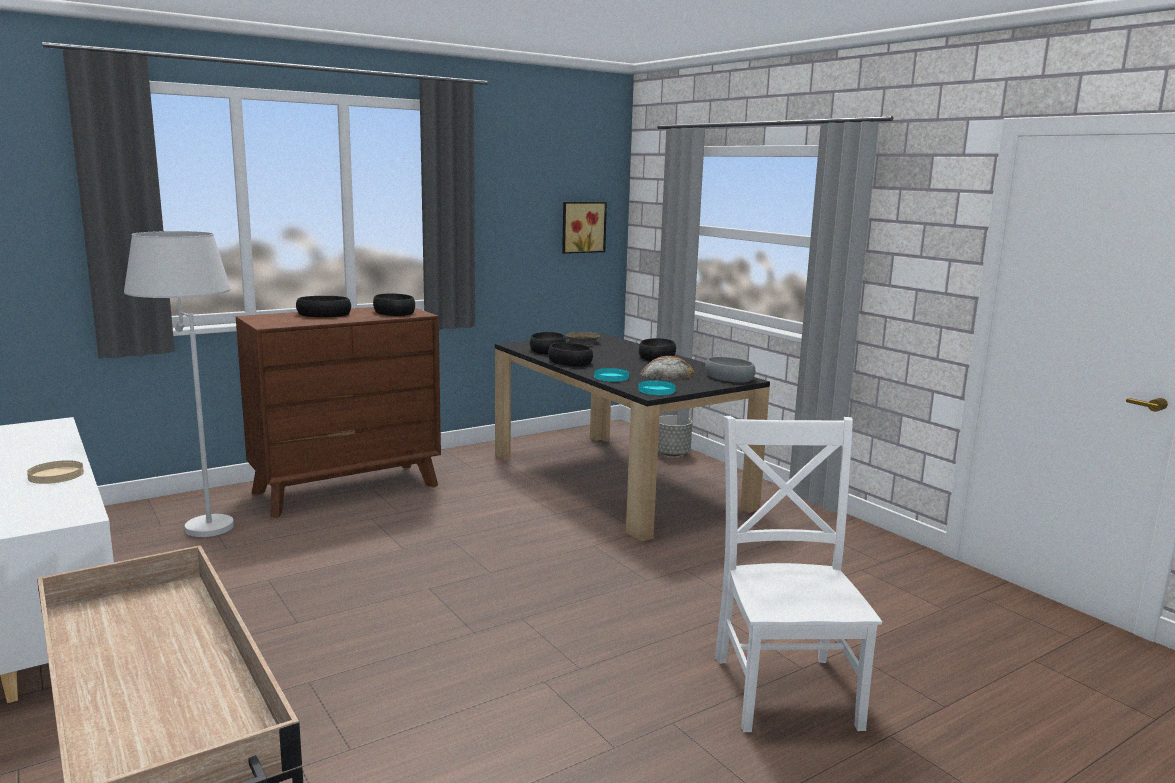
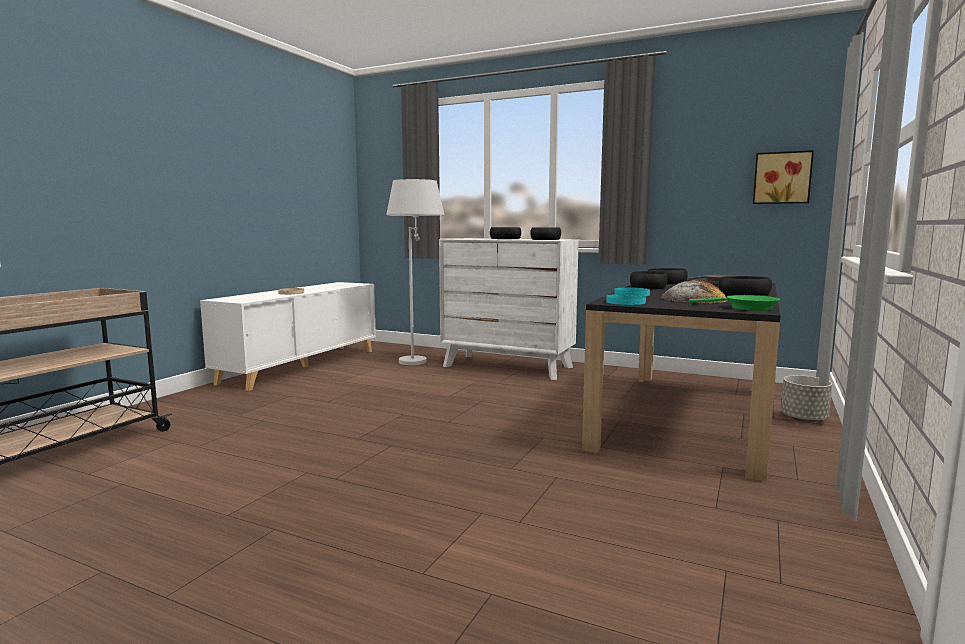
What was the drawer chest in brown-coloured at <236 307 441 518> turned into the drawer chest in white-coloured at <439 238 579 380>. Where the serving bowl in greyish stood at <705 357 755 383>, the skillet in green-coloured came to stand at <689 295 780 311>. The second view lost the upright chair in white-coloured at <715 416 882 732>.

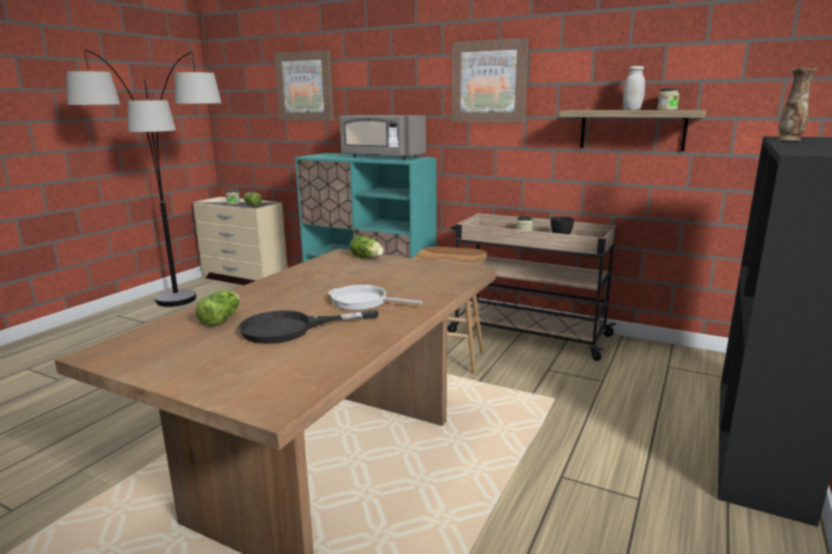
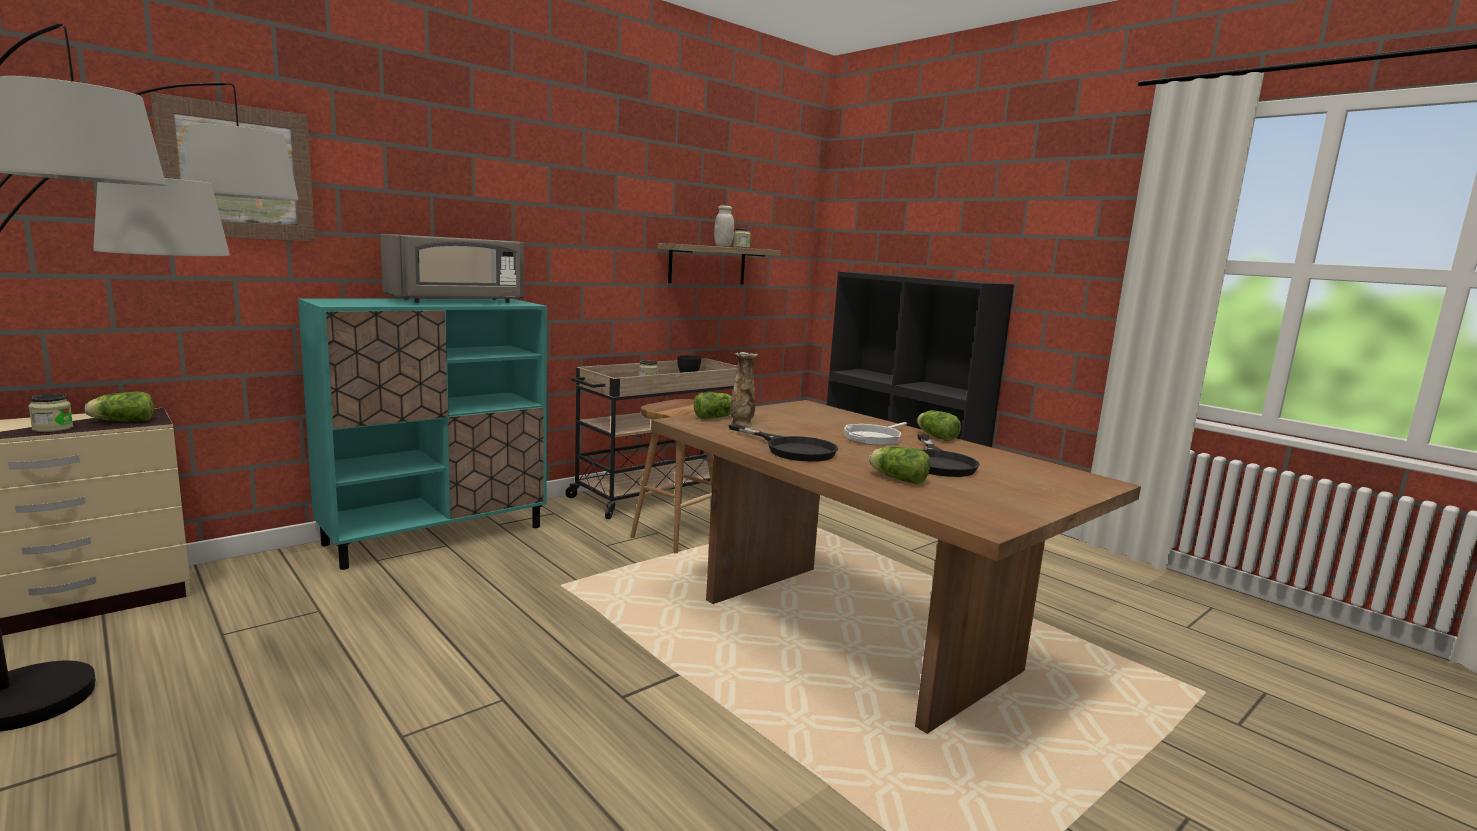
The second view lost the picture at <452 38 529 123>. The vase ended up elsewhere, having gone from <778 68 818 141> to <730 352 758 426>. The second view gained the lettuce at <917 410 961 441>. The second view gained the skillet in blackish at <728 424 838 462>.

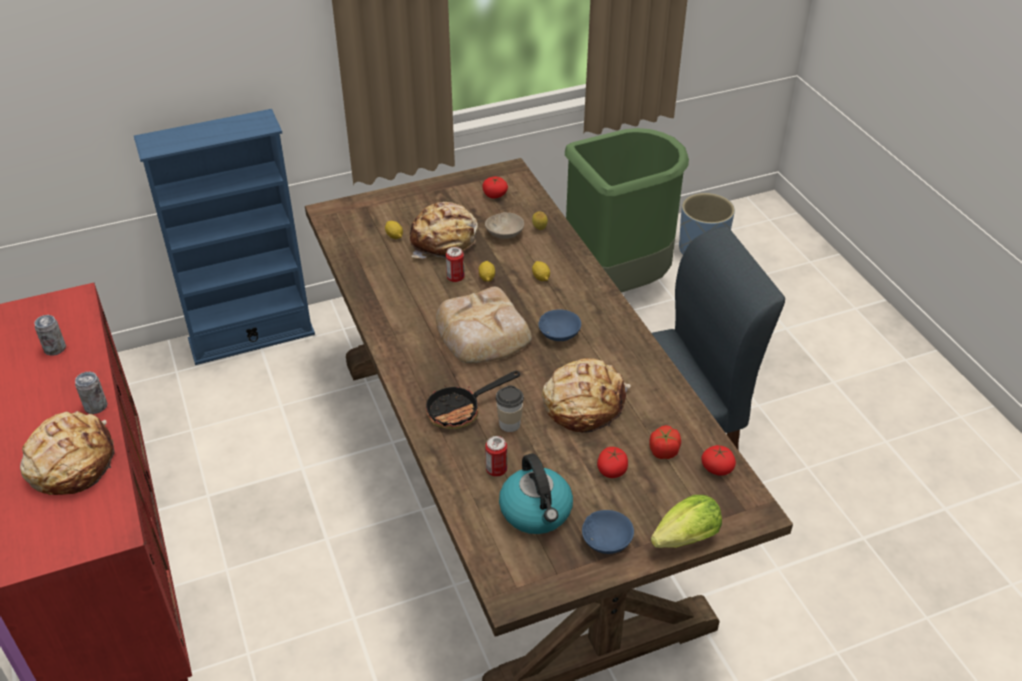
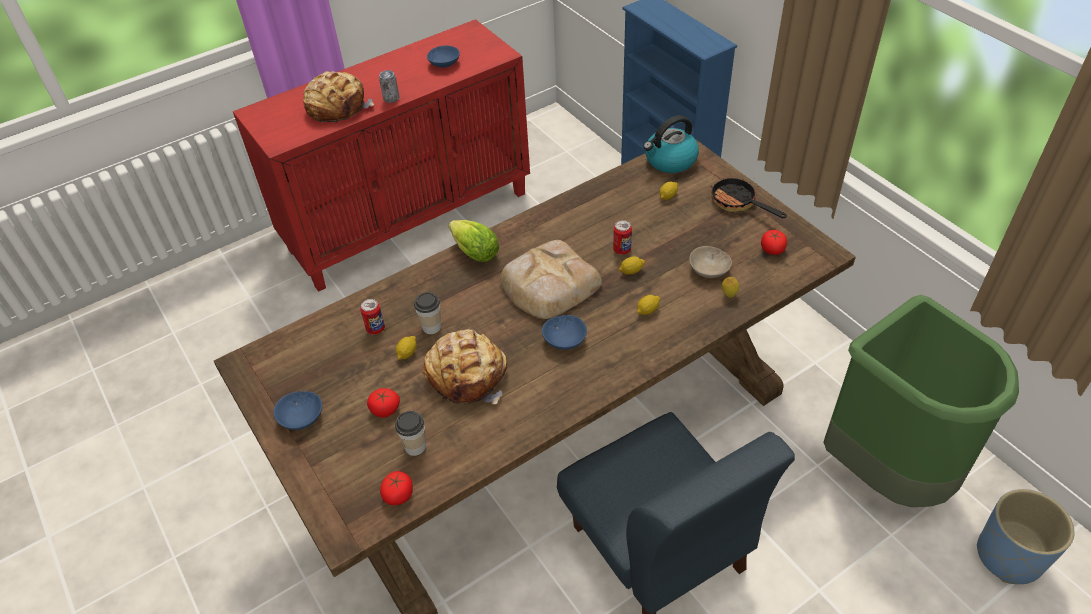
The second view lost the baked bread at <410 202 478 259>. Where the metal can stood at <34 315 66 356>, the serving bowl in blue came to stand at <427 46 460 68>. The skillet ended up elsewhere, having gone from <426 371 520 429> to <711 176 787 218>. Where the whole tomato stood at <649 425 681 459>, the small cup came to stand at <395 411 426 456>. The water kettle ended up elsewhere, having gone from <499 453 573 534> to <643 115 699 173>. The lettuce ended up elsewhere, having gone from <651 495 722 548> to <449 220 499 262>. The second view gained the lemon at <396 336 417 360>.

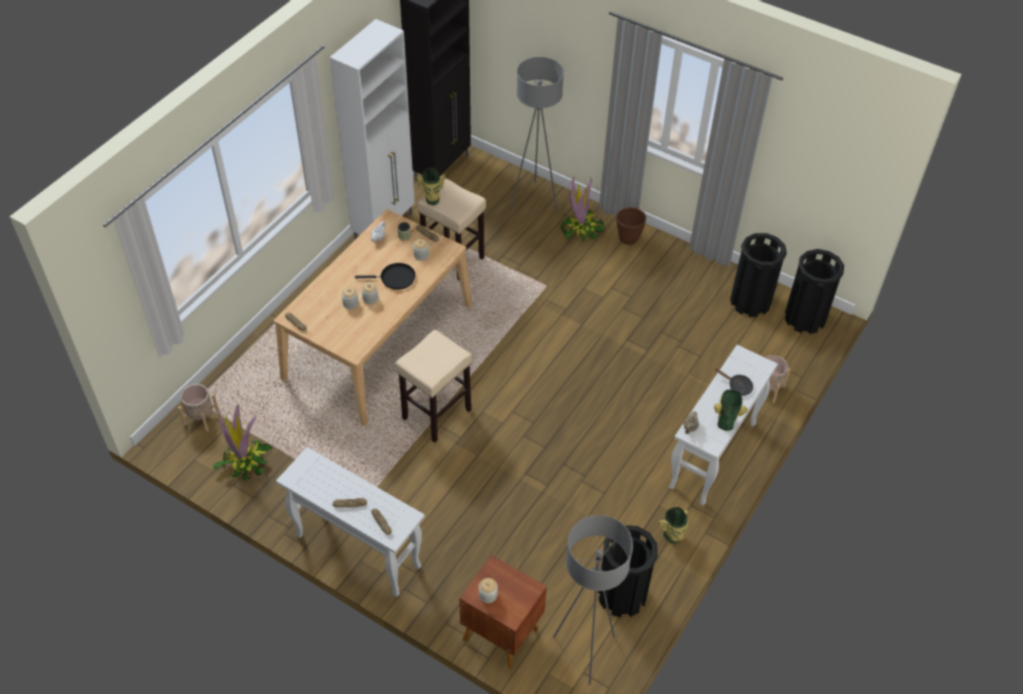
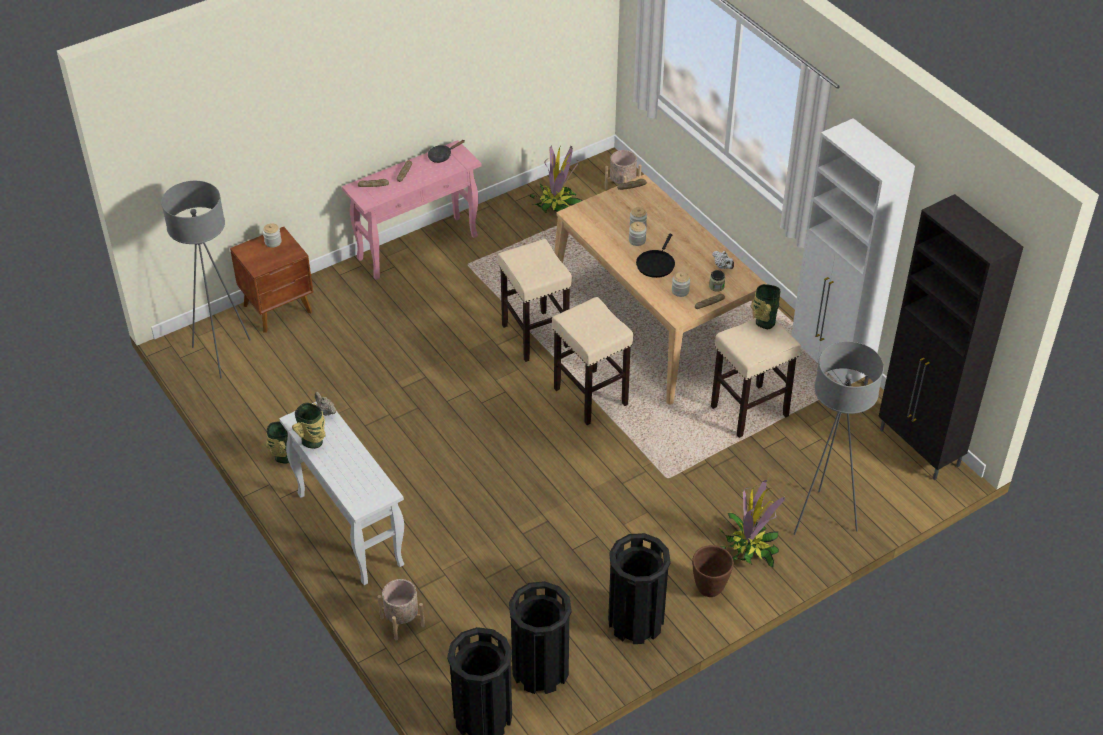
The skillet in blackish ended up elsewhere, having gone from <715 368 753 396> to <428 140 465 163>. What was the hall table in white-coloured at <276 447 425 597> turned into the hall table in pink at <342 140 481 280>. The waste bin in blackish ended up elsewhere, having gone from <598 525 658 618> to <608 533 670 644>. The second view gained the stool seat in sand-coloured at <552 297 633 425>.

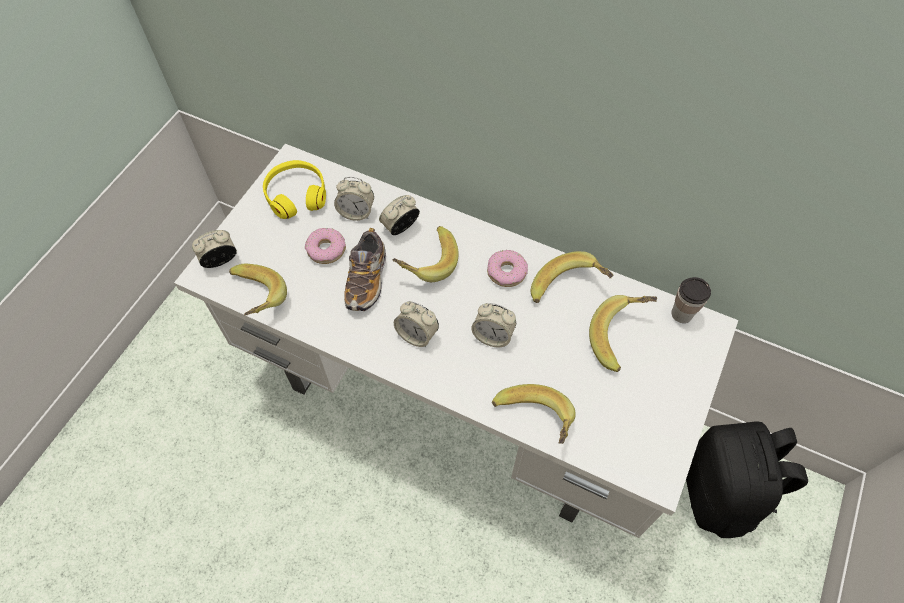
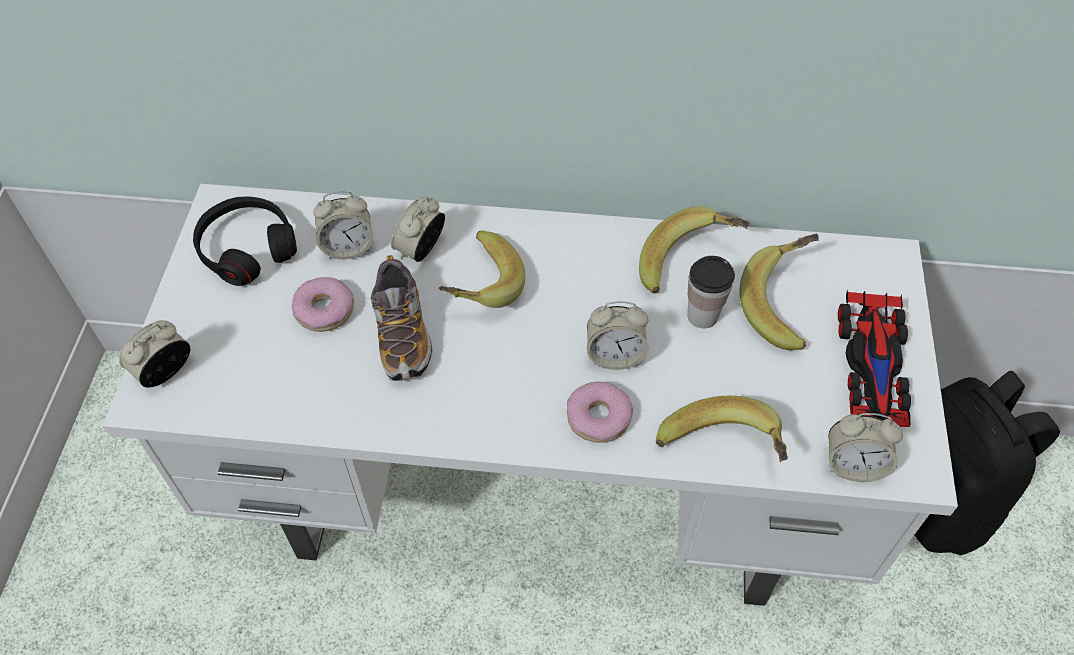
What was the headset in yellow at <263 160 326 219> turned into the headset in blackish at <193 196 297 286>. The doughnut ended up elsewhere, having gone from <487 250 528 287> to <567 381 633 443>. The second view lost the banana fruit at <229 264 287 315>. The small cup ended up elsewhere, having gone from <671 277 711 323> to <687 256 735 328>. The table clock ended up elsewhere, having gone from <394 301 439 347> to <828 413 903 482>. The second view gained the toy car at <838 290 911 427>.

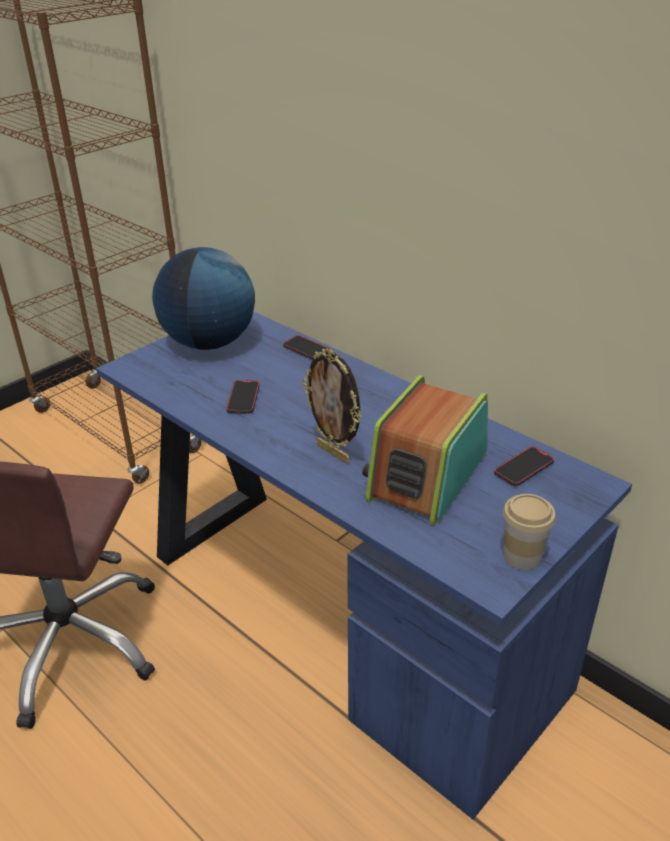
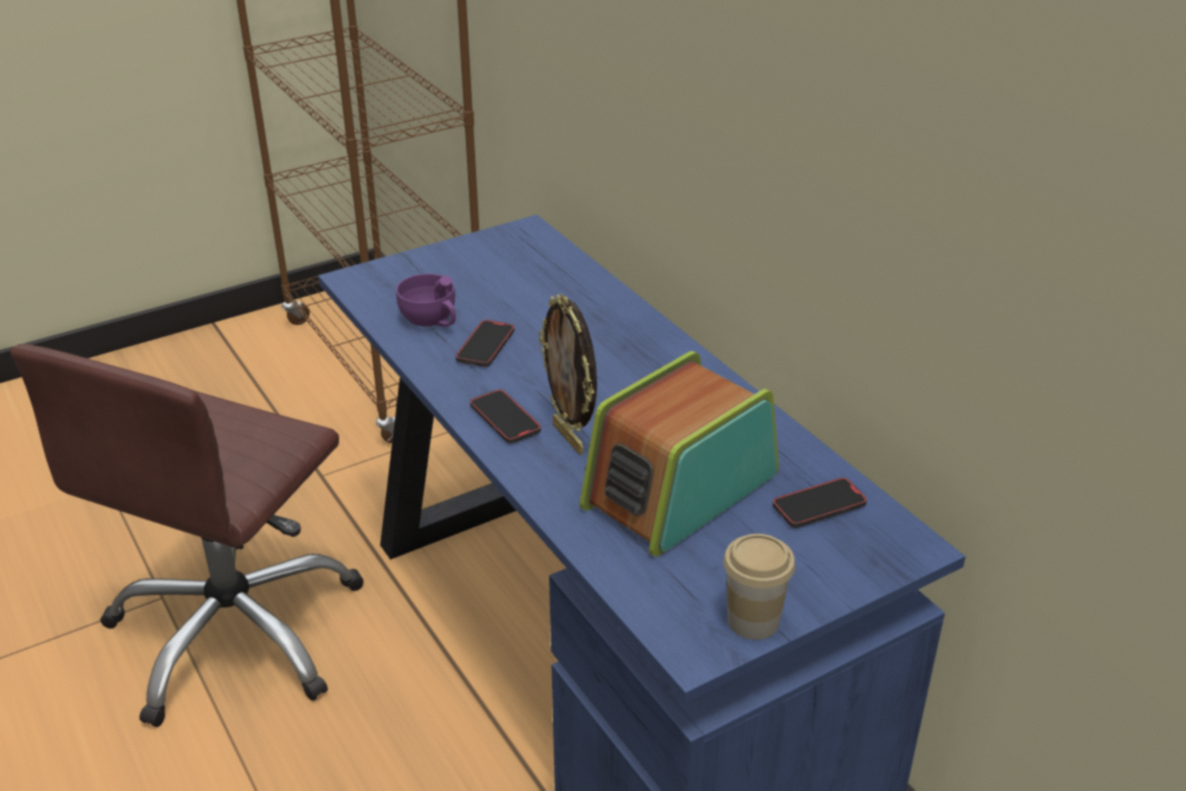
The second view lost the globe at <152 247 255 350>. The telephone ended up elsewhere, having gone from <283 335 333 360> to <470 389 541 443>. The second view gained the small cup in purple-coloured at <396 274 456 327>.

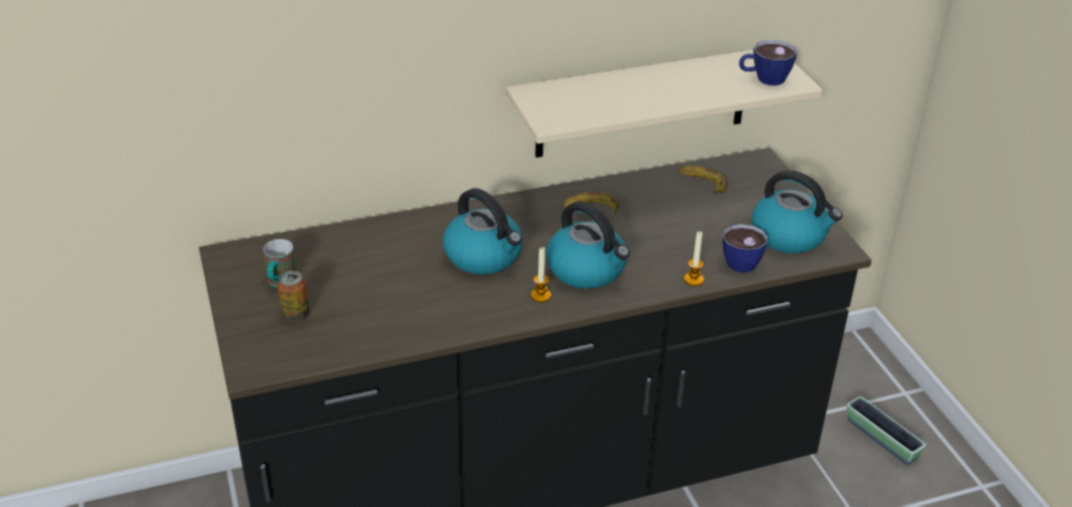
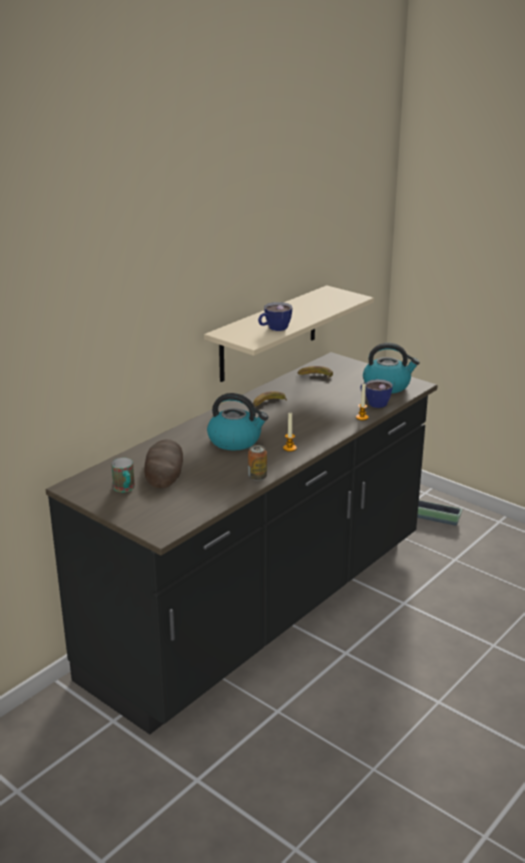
The small cup ended up elsewhere, having gone from <739 40 797 85> to <258 302 292 331>. The second view lost the water kettle at <546 201 630 289>. The metal can ended up elsewhere, having gone from <278 271 309 322> to <248 445 267 481>. The second view gained the baked bread at <144 439 183 488>.

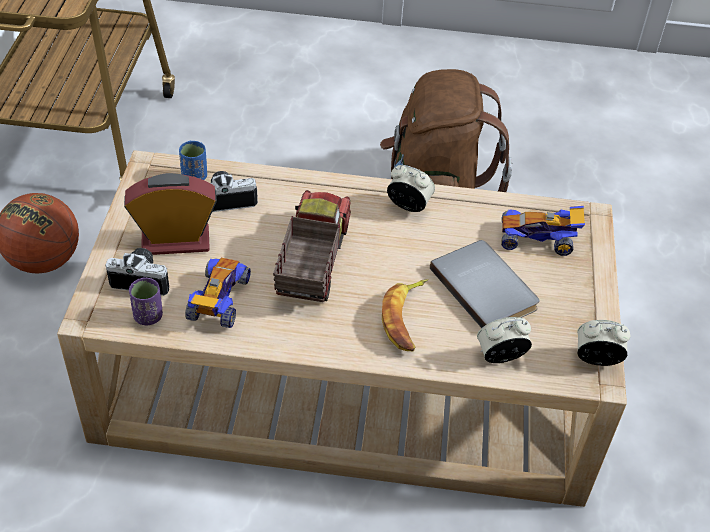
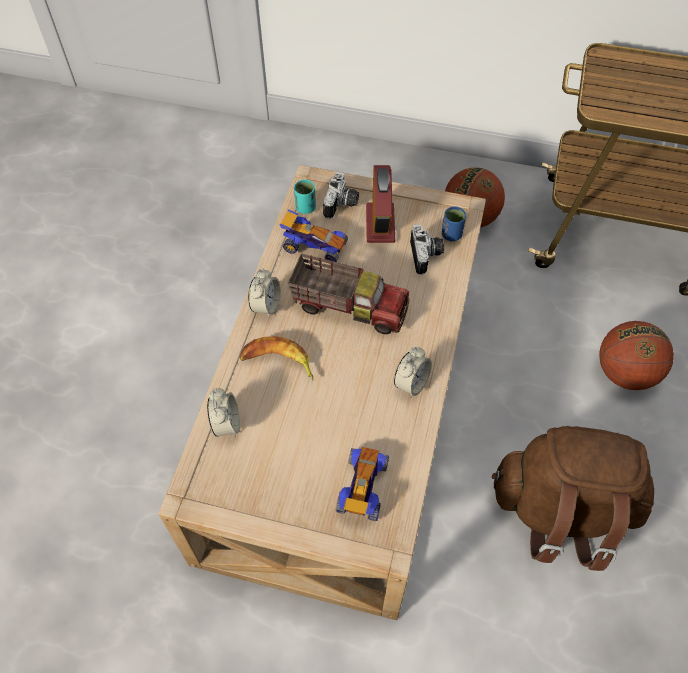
The second view lost the bound book in greyish at <430 240 540 328>. What was the small cup in purple-coloured at <129 277 163 325> turned into the small cup in turquoise-coloured at <294 180 316 214>. The table clock ended up elsewhere, having gone from <577 320 630 366> to <248 269 281 318>. The second view gained the basketball ball at <599 321 674 390>.

